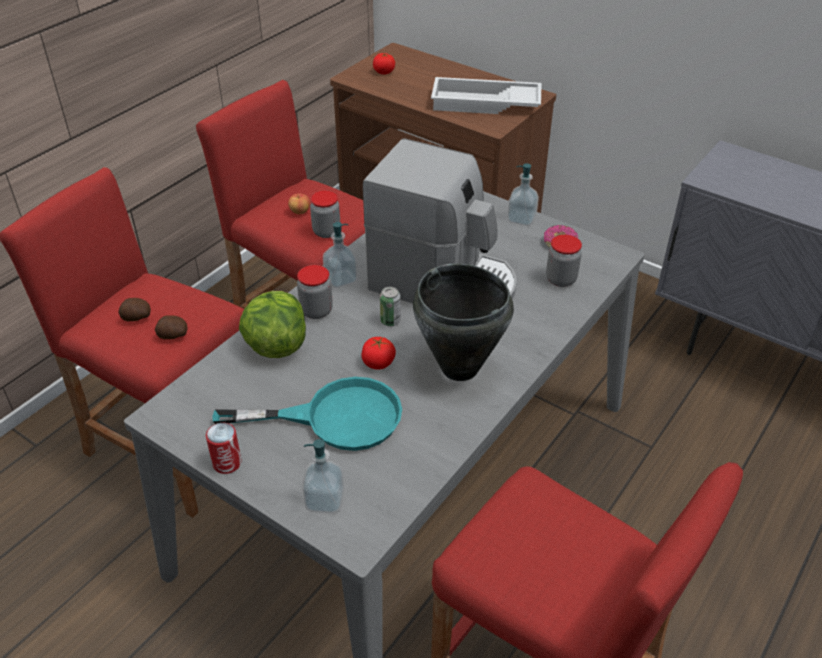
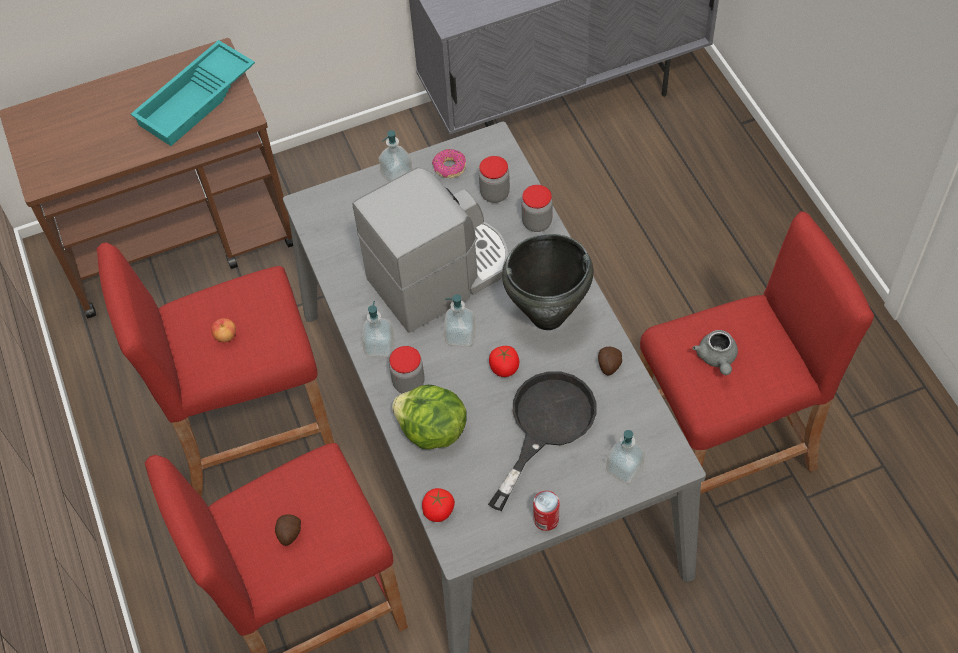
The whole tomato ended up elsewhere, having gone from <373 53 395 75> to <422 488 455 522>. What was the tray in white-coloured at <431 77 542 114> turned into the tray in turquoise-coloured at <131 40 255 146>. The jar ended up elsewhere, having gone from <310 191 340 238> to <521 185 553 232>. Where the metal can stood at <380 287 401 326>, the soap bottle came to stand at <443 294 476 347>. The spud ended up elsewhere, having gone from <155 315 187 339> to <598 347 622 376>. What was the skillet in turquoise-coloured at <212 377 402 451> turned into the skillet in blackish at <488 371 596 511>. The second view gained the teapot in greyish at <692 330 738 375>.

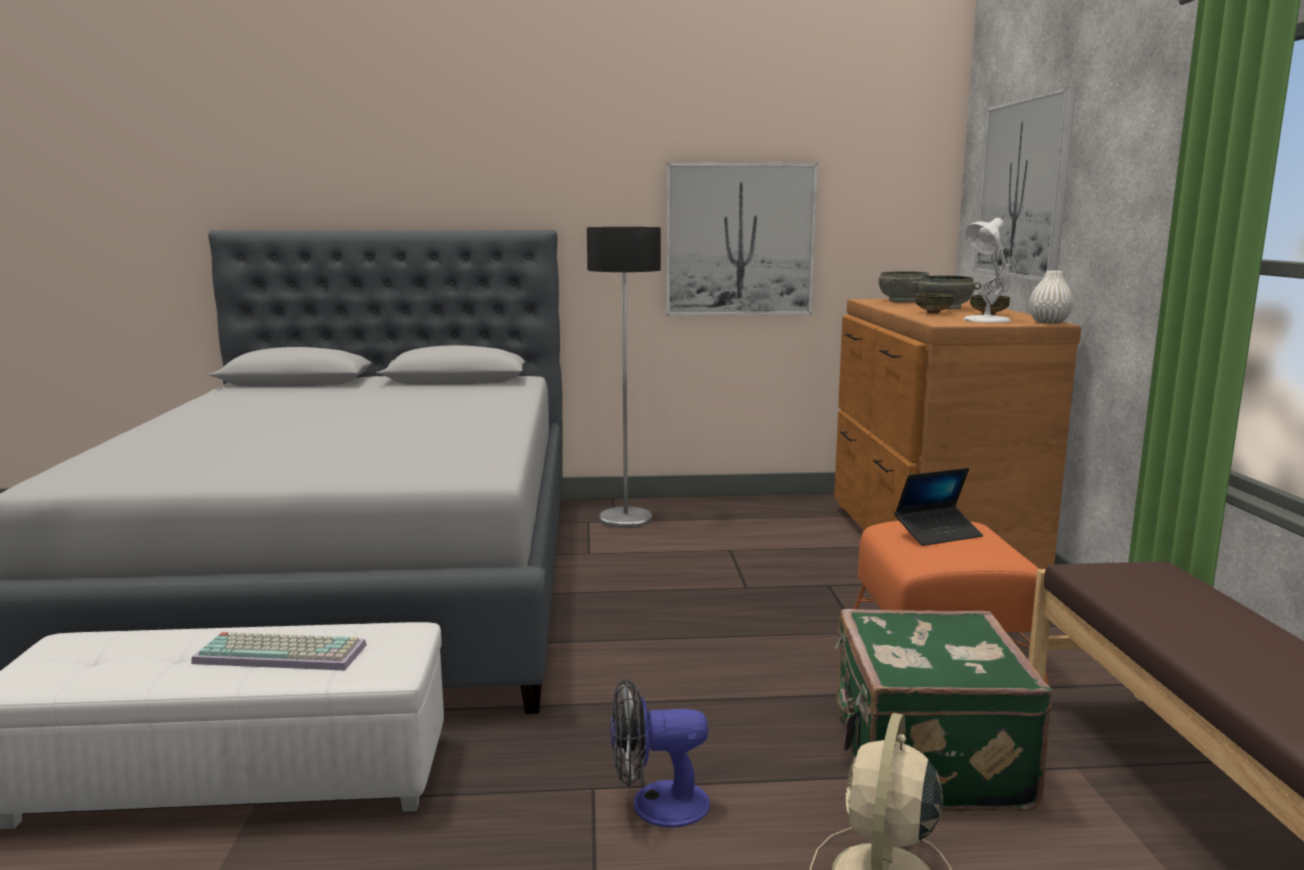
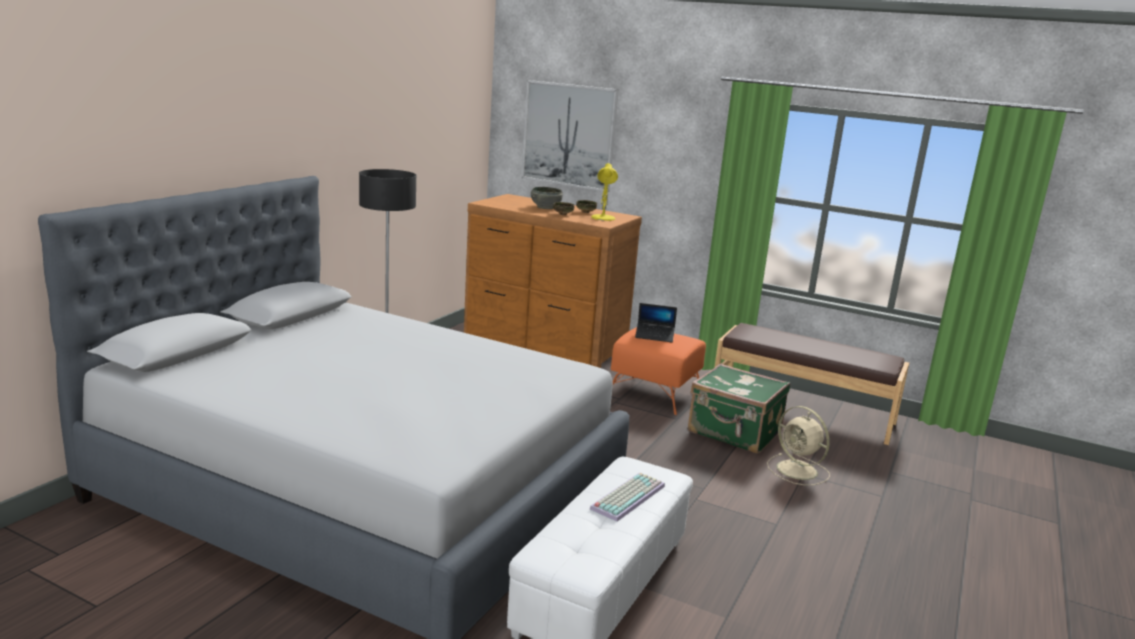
The second view lost the picture at <666 162 818 316>. What was the table lamp in white-coloured at <963 218 1011 323> turned into the table lamp in yellow at <591 163 618 221>. The second view lost the serving bowl in greyish at <879 271 929 302>. The second view lost the vase in white-coloured at <1029 271 1073 324>. The notebook computer at <894 468 983 546> ended up facing another way, 90 degrees clockwise from before. The second view lost the electric fan at <611 678 710 828>.

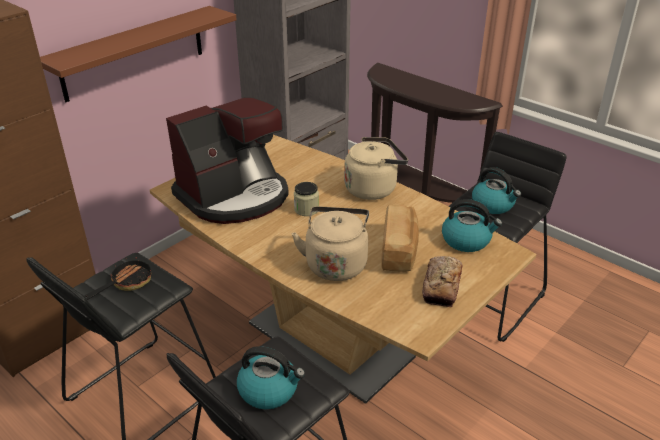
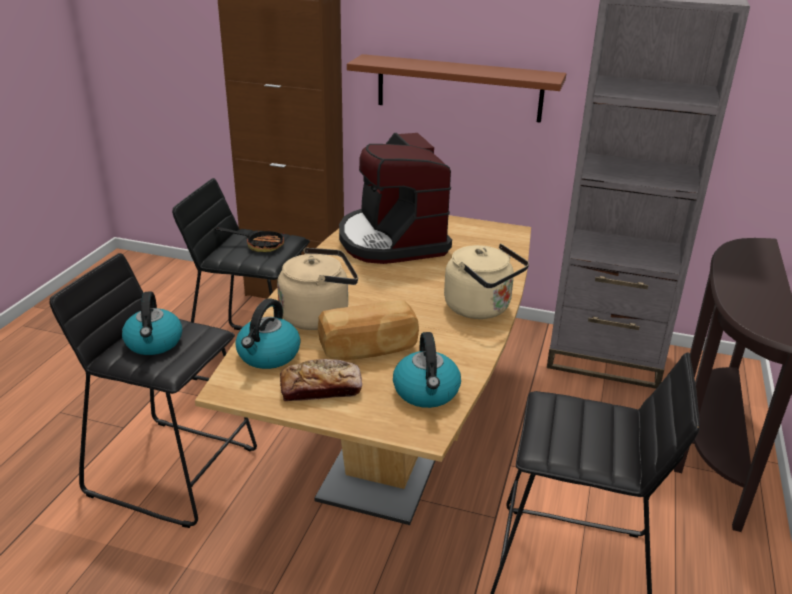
The coffee brewer at <166 97 289 224> ended up facing another way, 45 degrees clockwise from before. The water kettle ended up elsewhere, having gone from <472 167 521 214> to <235 298 300 369>. The second view lost the jar at <294 182 319 216>.

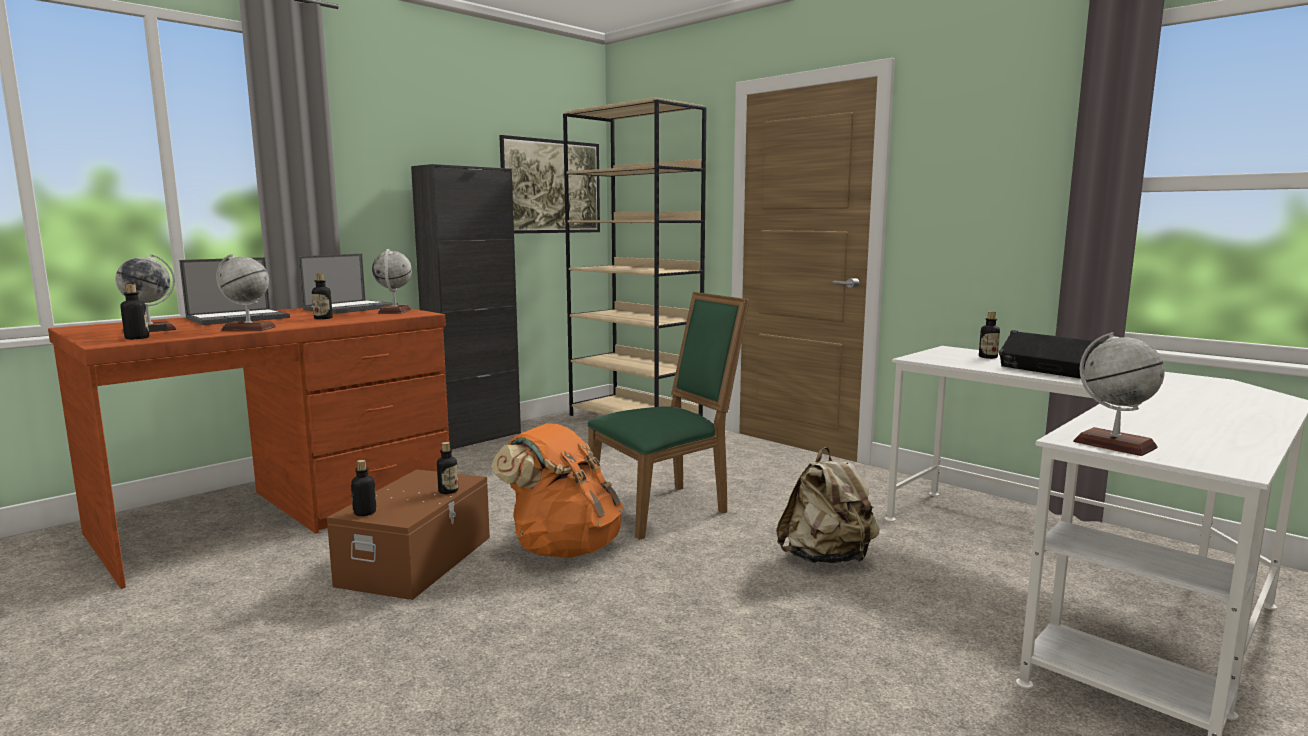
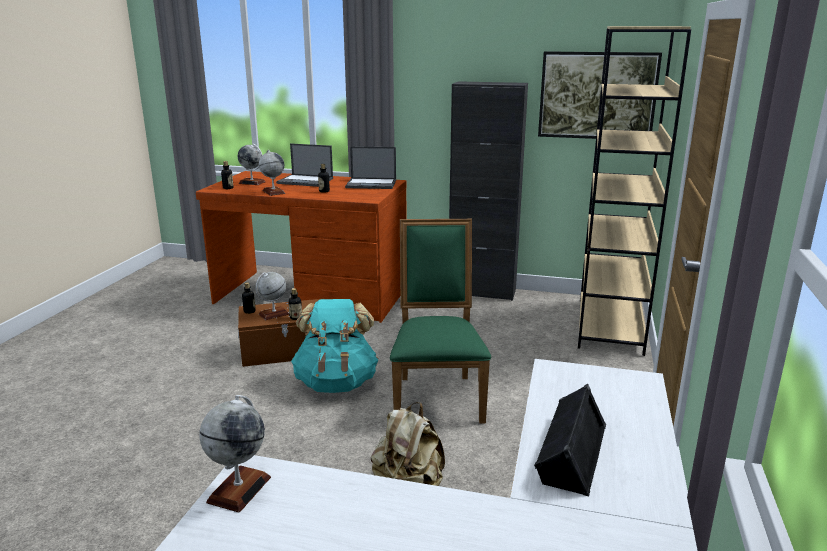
The globe ended up elsewhere, having gone from <372 249 412 314> to <255 272 289 320>. The upright chair in green-coloured at <588 292 749 540> ended up facing another way, 120 degrees counterclockwise from before. The second view lost the beverage bottle at <979 312 1000 359>. What was the backpack in orange at <491 423 624 558> turned into the backpack in turquoise-coloured at <291 299 378 393>.

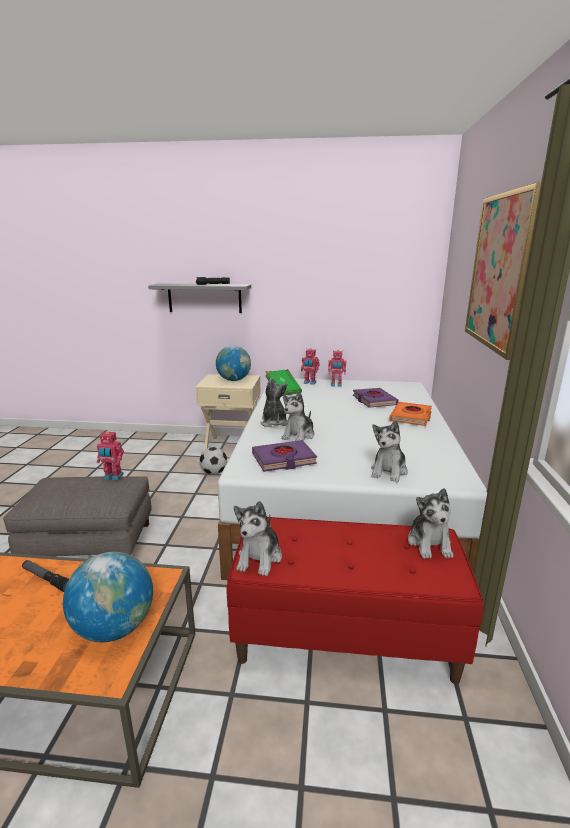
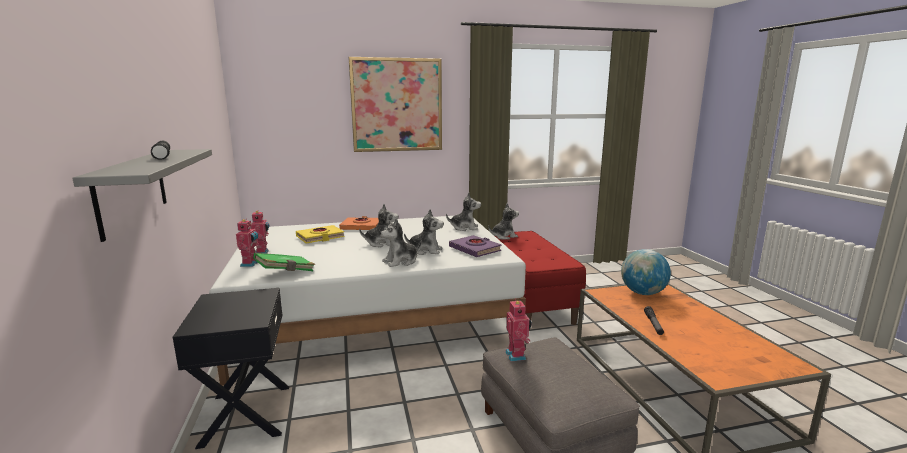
The second view lost the globe at <216 346 251 381>. What was the night table in sand-coloured at <195 374 261 450> turned into the night table in blackish at <173 288 289 449>. What was the bound book in purple-coloured at <353 388 399 407> turned into the bound book in yellow at <296 225 345 244>. The second view lost the football ball at <199 447 227 475>. The plush toy ended up elsewhere, having gone from <234 501 282 576> to <359 204 398 247>.

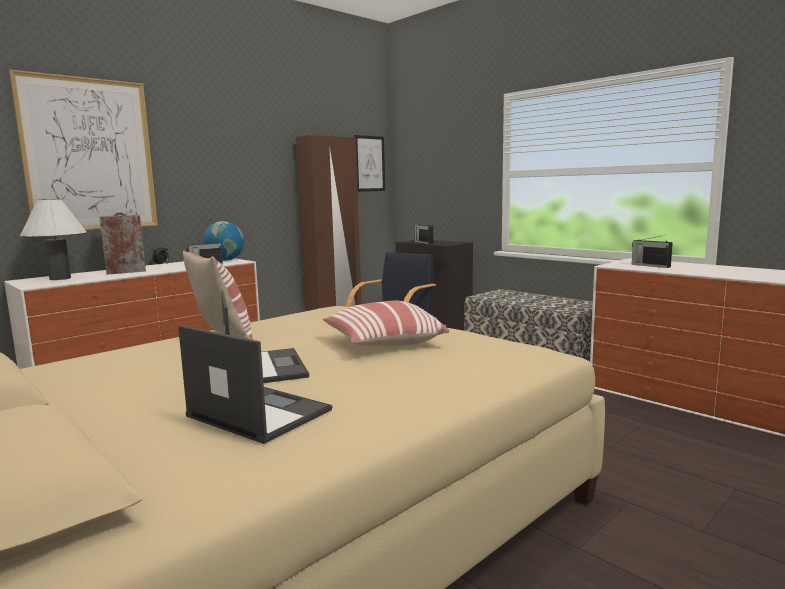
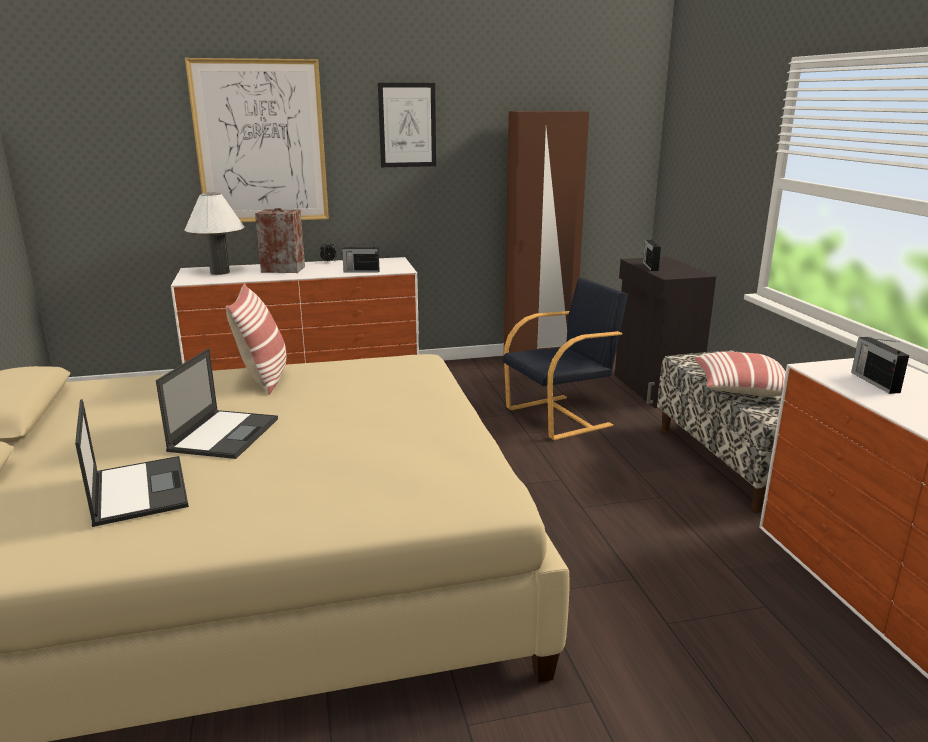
The picture ended up elsewhere, having gone from <354 135 385 192> to <378 83 436 167>. The second view lost the globe at <203 221 244 261>. The pillow ended up elsewhere, having gone from <323 301 450 346> to <694 352 786 397>.

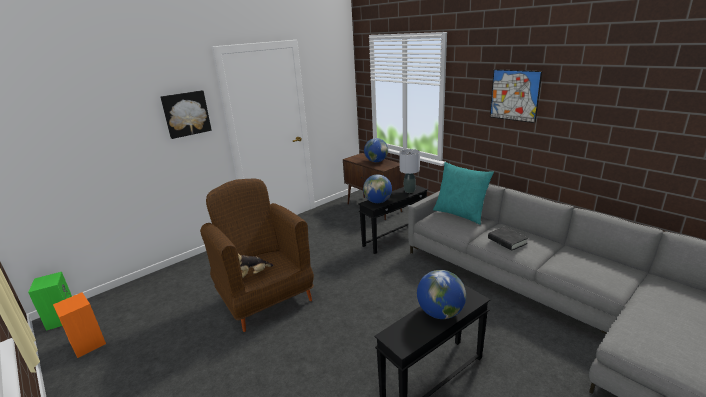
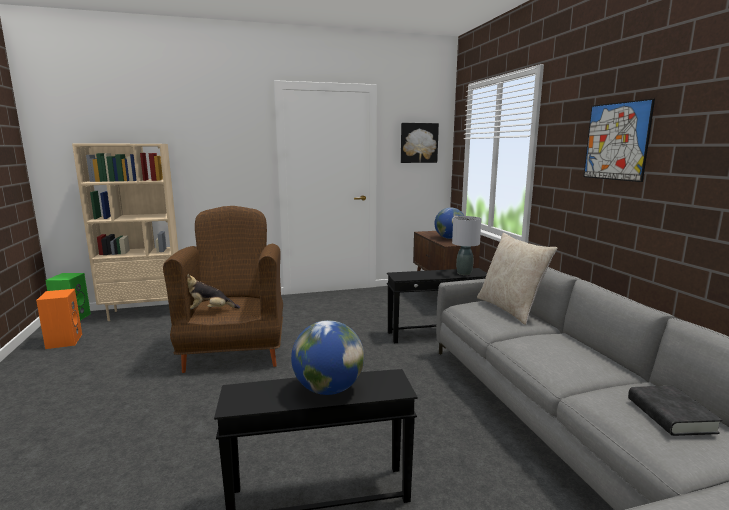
The picture ended up elsewhere, having gone from <161 90 212 139> to <401 123 439 163>. What was the pillow in turquoise-coloured at <433 162 494 225> turned into the pillow in sand-coloured at <477 233 557 325>. The second view lost the globe at <363 174 392 203>. The bound book in blackish ended up elsewhere, having gone from <488 227 528 251> to <628 386 723 436>. The second view gained the shelving unit in sand-coloured at <72 144 179 321>.

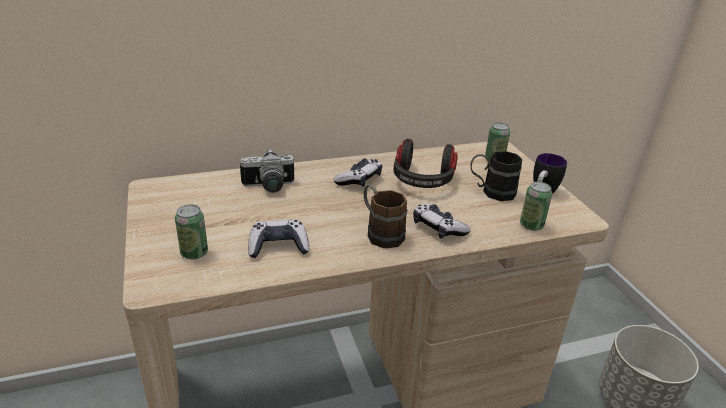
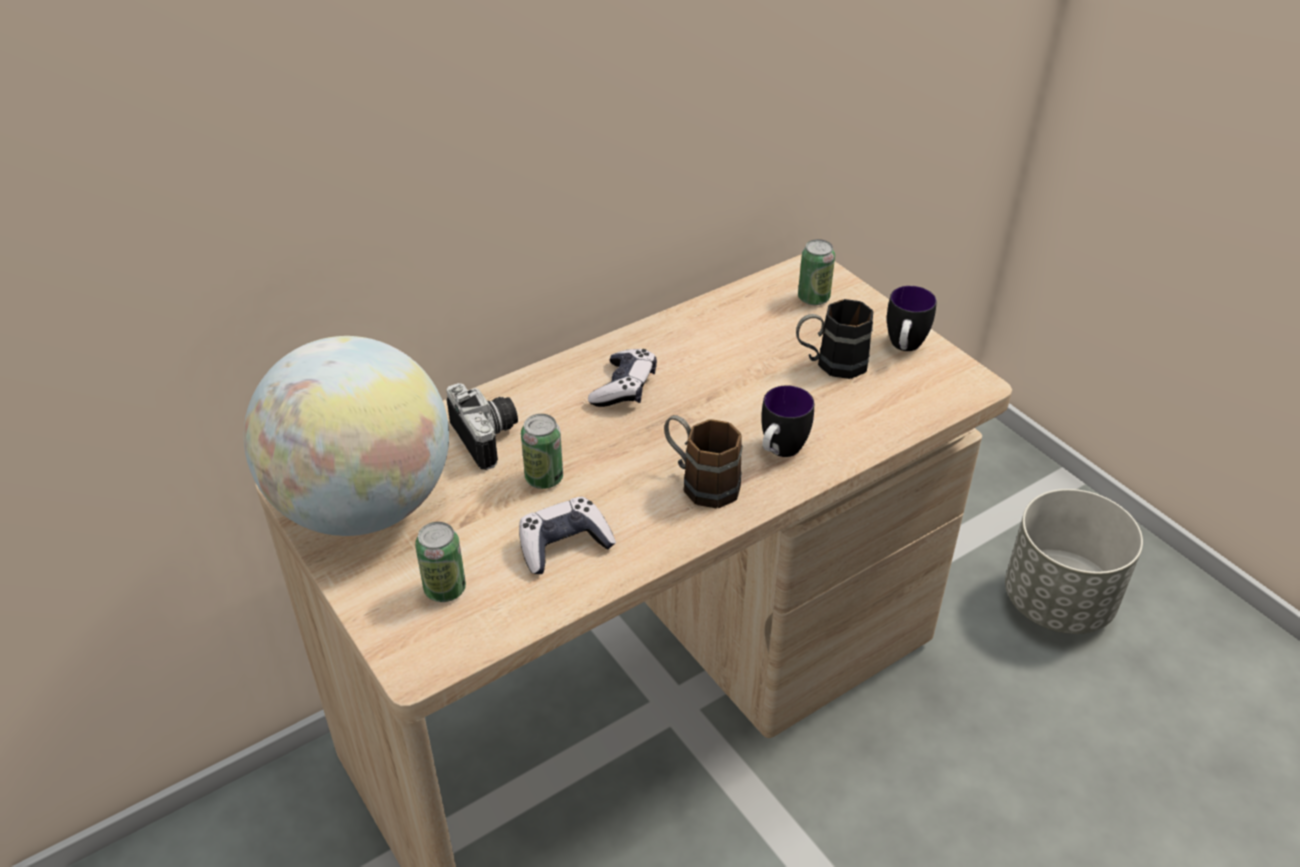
The second view lost the headset at <393 139 458 188>. The photo camera at <240 149 294 193> ended up facing another way, 90 degrees counterclockwise from before. The metal can ended up elsewhere, having gone from <520 181 552 231> to <521 414 563 489>. Where the gamepad stood at <413 204 471 239>, the coffee mug came to stand at <761 385 814 457>. The second view gained the globe at <244 336 449 536>.

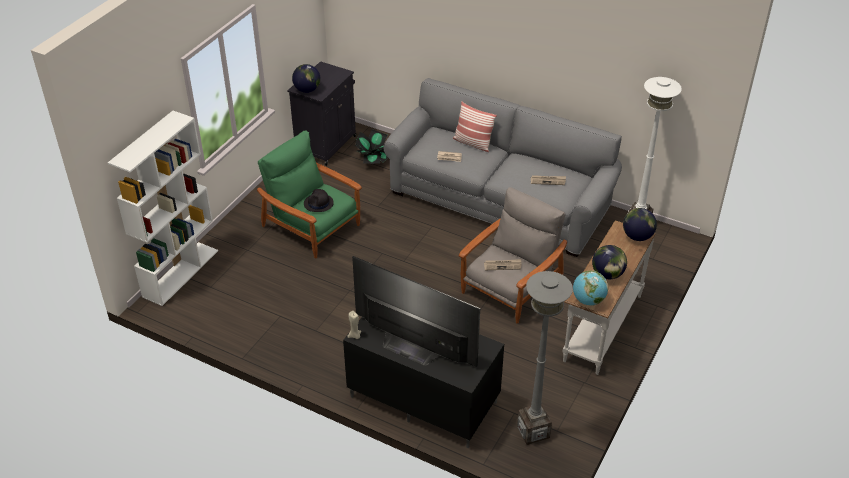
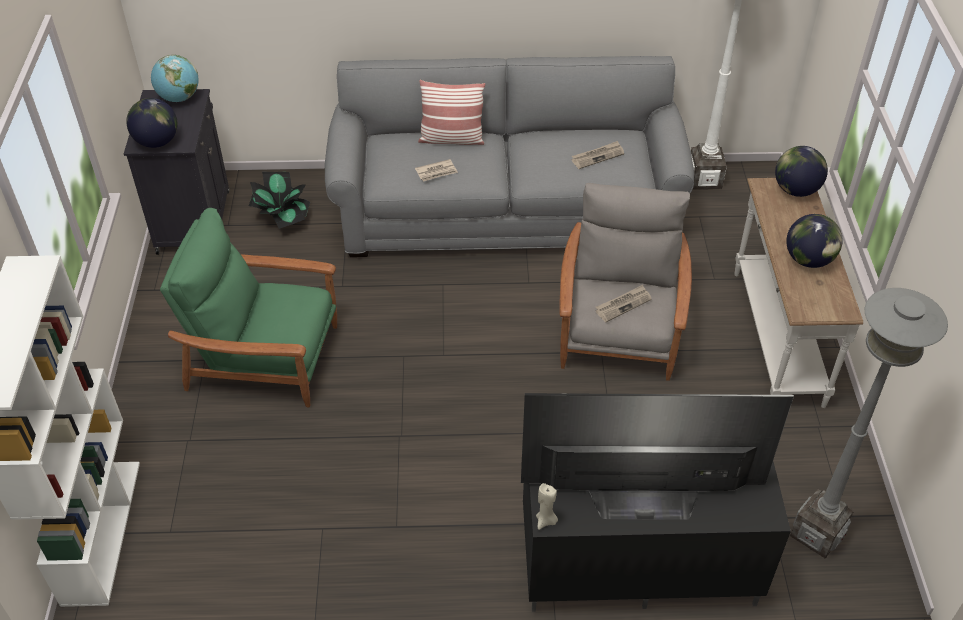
The second view lost the clothing hat in blackish at <304 189 334 212>. The globe ended up elsewhere, having gone from <573 271 608 306> to <151 55 199 102>.

